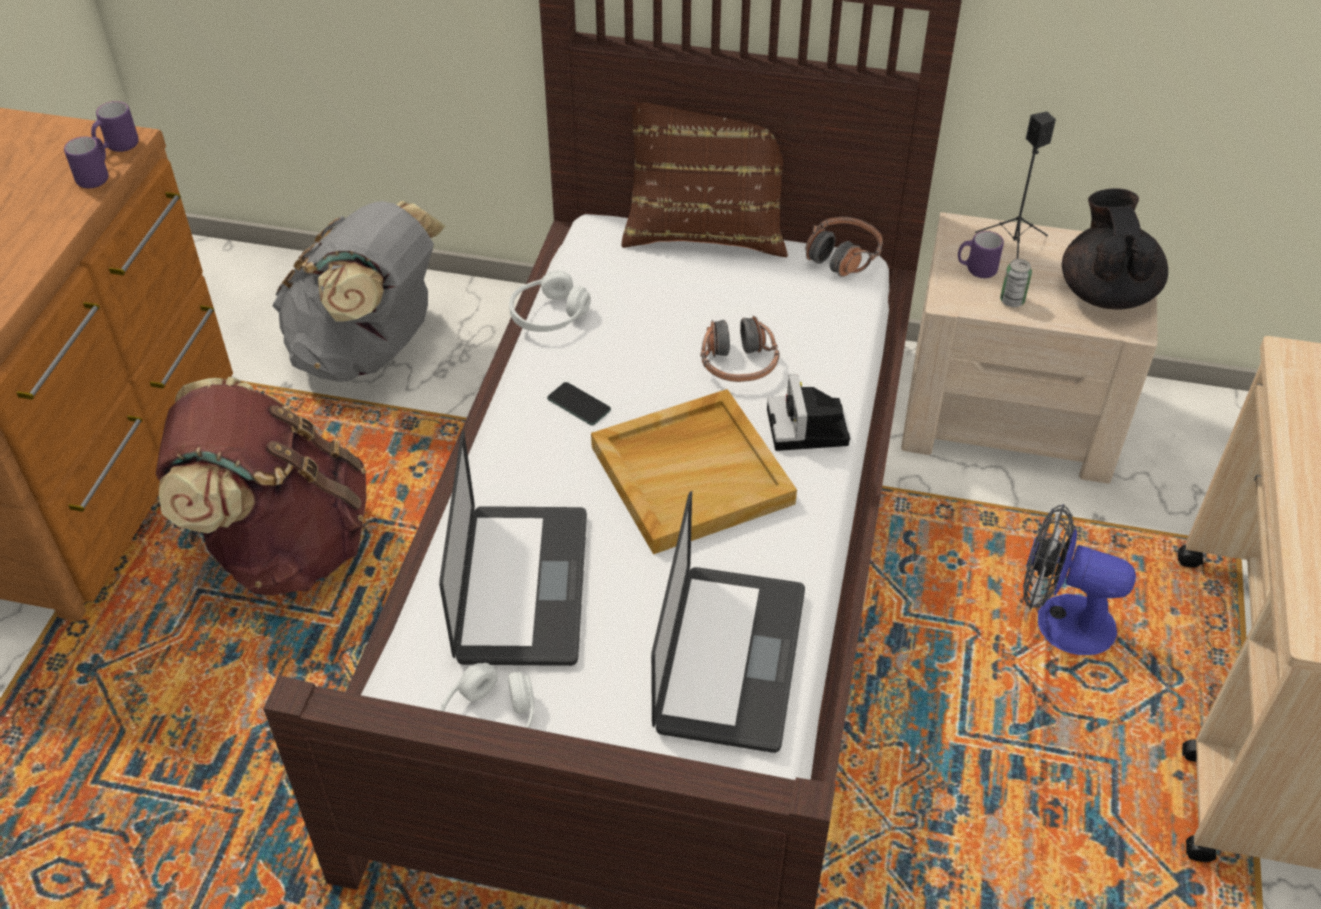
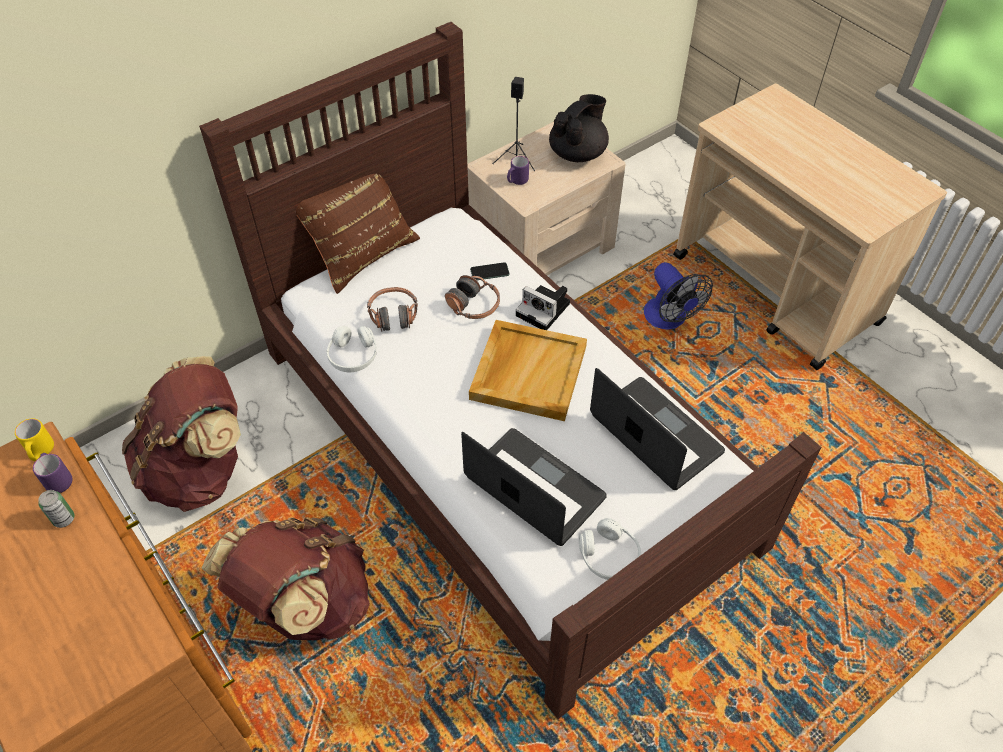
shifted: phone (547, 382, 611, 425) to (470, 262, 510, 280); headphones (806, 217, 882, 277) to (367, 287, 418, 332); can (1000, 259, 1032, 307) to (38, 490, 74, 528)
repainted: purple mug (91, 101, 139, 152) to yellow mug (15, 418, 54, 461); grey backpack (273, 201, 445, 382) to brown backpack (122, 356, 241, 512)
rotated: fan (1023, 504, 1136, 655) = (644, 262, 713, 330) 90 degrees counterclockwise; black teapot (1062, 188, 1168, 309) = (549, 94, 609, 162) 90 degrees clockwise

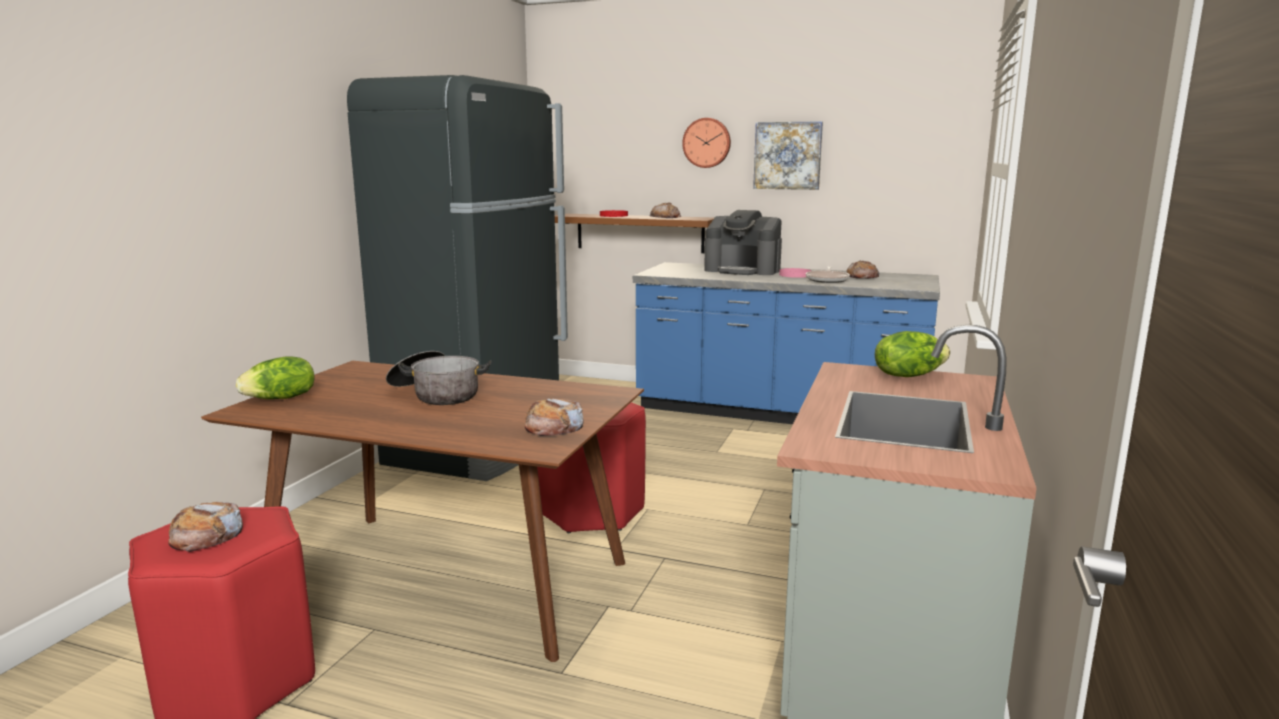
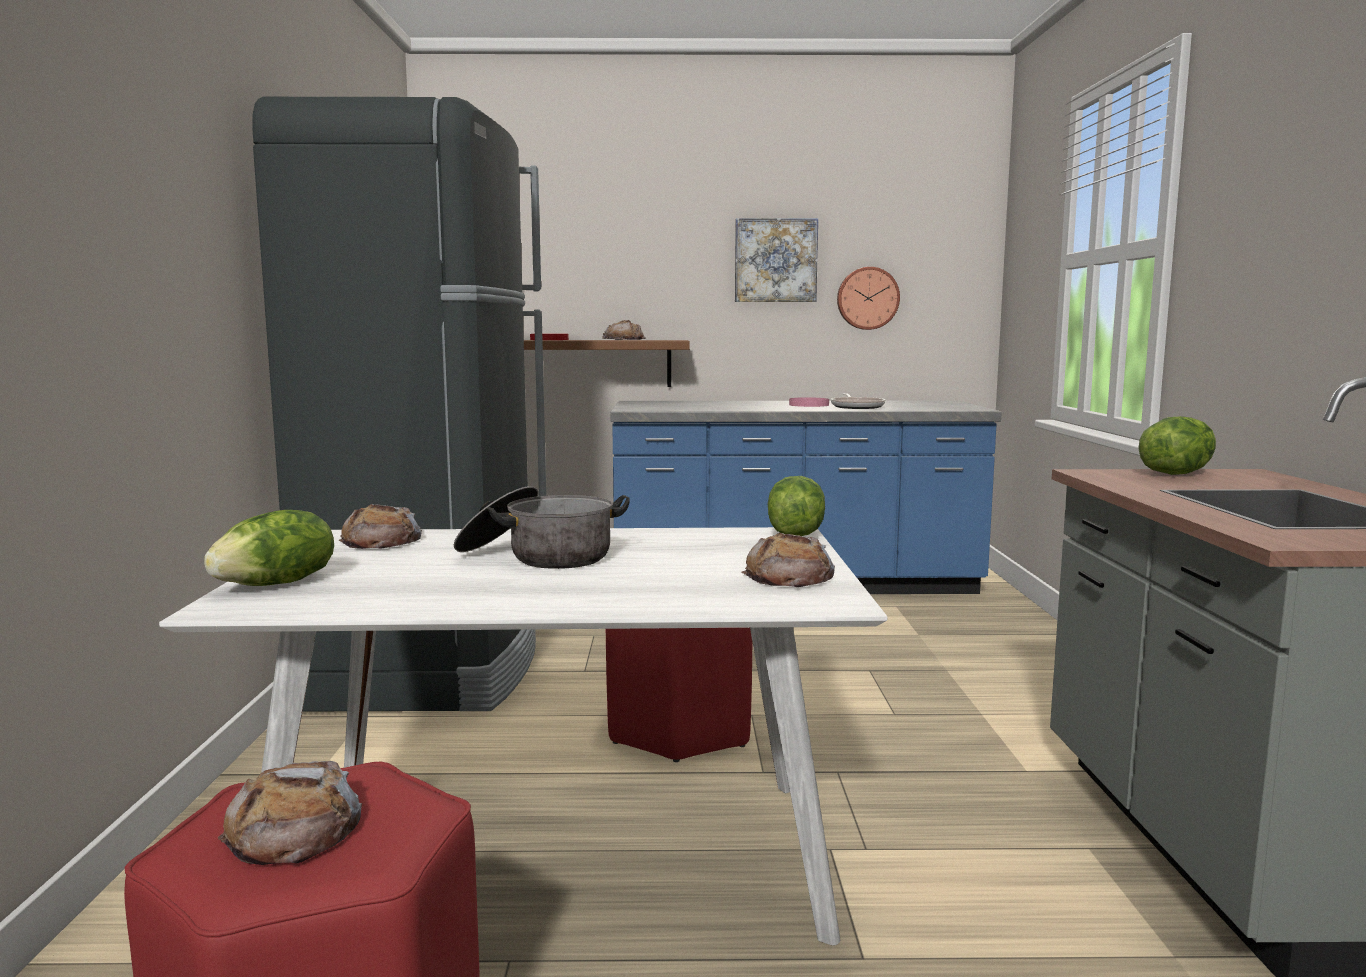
gone: coffee machine (704, 210, 782, 275)
new: lettuce (768, 476, 825, 536)
shifted: wall clock (682, 118, 731, 168) to (837, 267, 900, 330); bread (847, 261, 879, 279) to (338, 504, 422, 549)
repainted: brown dining table (201, 361, 644, 662) to white dining table (159, 527, 887, 946)

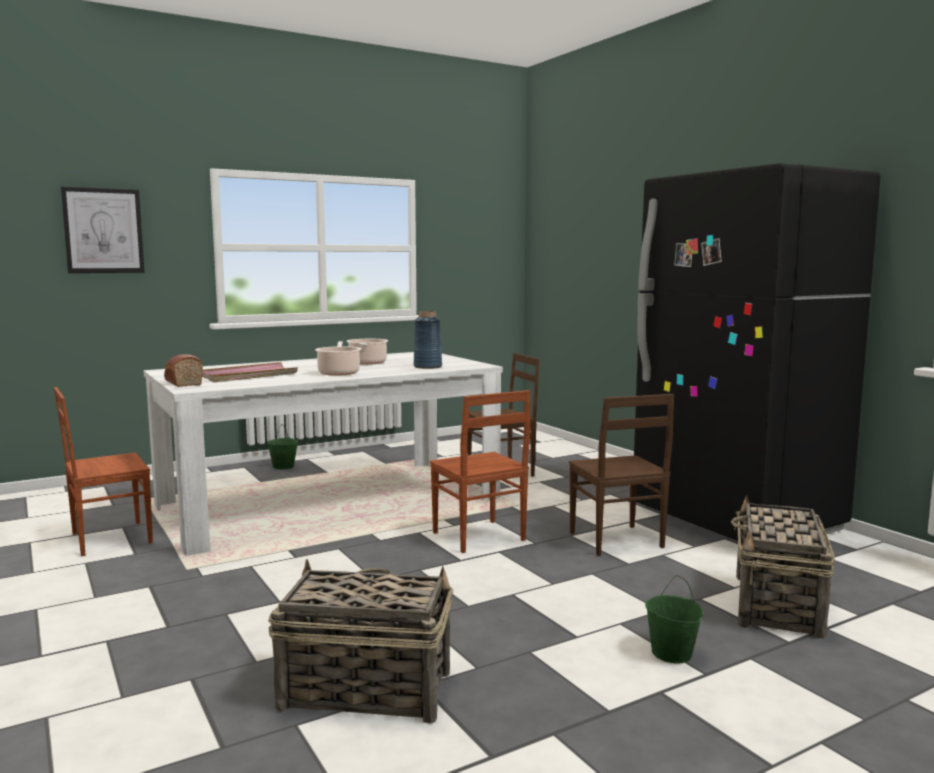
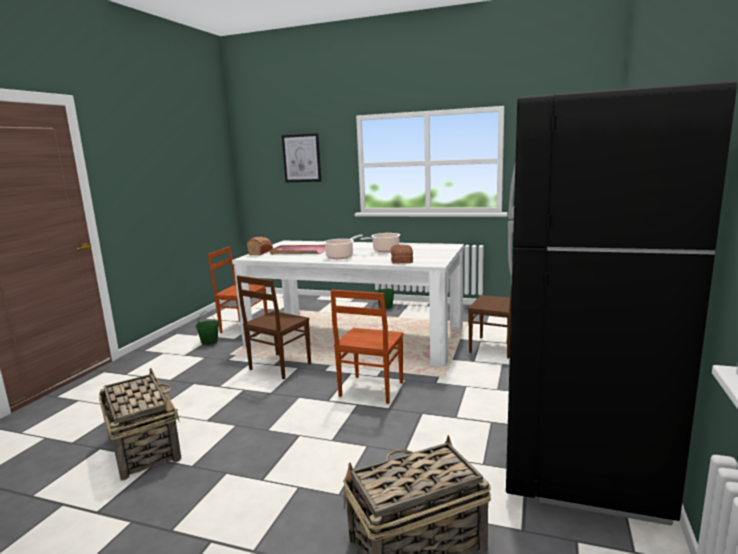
shifted: brown chair (569, 394, 674, 556) to (237, 275, 311, 379); green bucket (645, 575, 703, 663) to (196, 311, 219, 345)
swapped: blue vase (414, 311, 442, 369) to bread (391, 244, 413, 264)

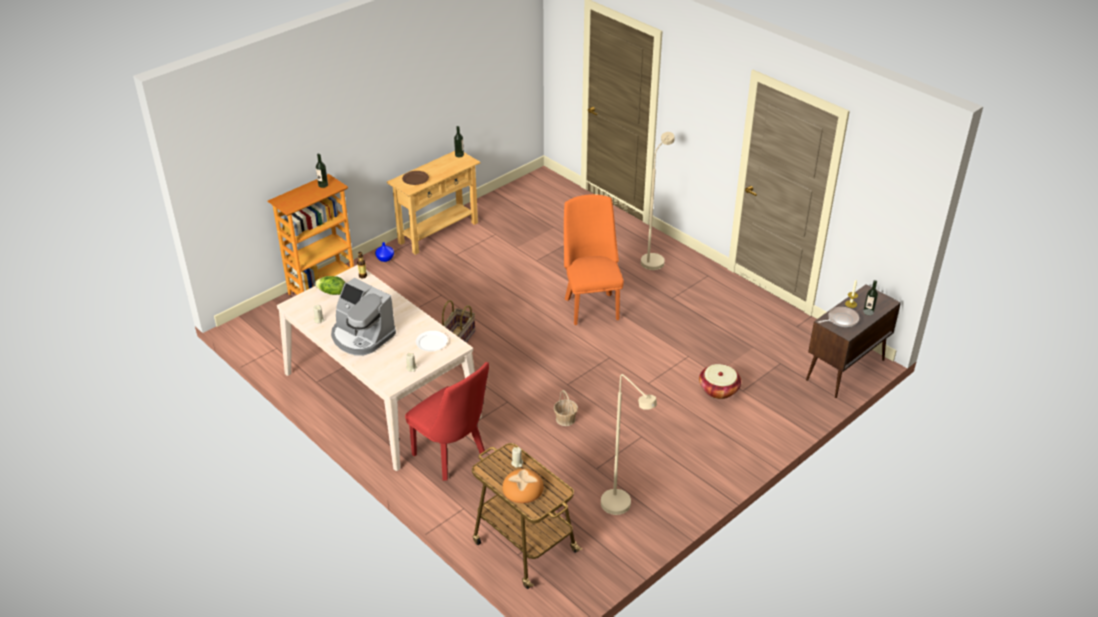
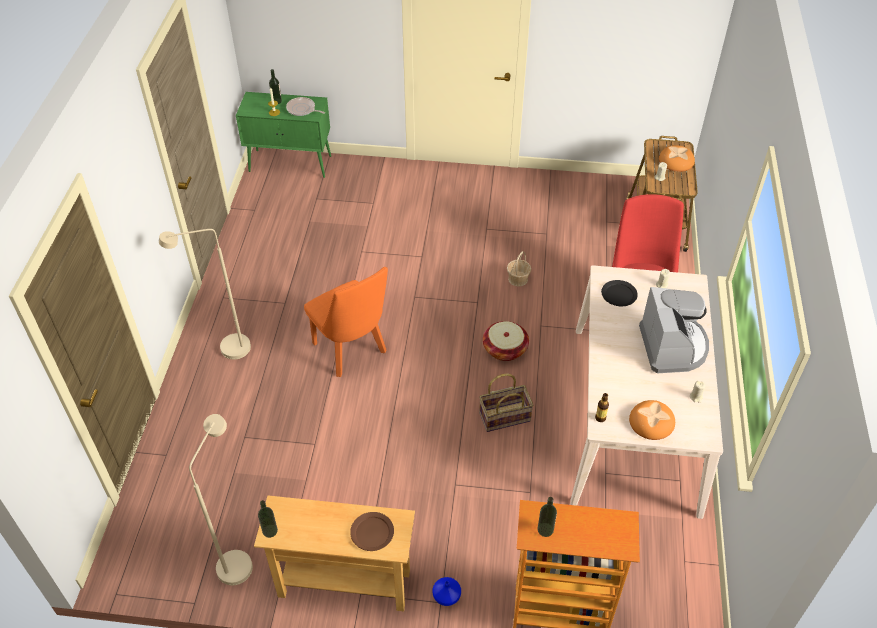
shifted: beige floor lamp (601, 374, 657, 515) to (189, 414, 253, 585); basket (699, 364, 741, 399) to (483, 321, 529, 361)
swapped: lettuce (315, 276, 345, 295) to bread (629, 400, 675, 440)
repainted: white plate (416, 331, 448, 351) to black plate (601, 280, 638, 306); brown cabinet (806, 285, 901, 398) to green cabinet (236, 92, 331, 178)
rotated: orange chair (564, 194, 624, 325) = (304, 267, 388, 377) 75 degrees counterclockwise

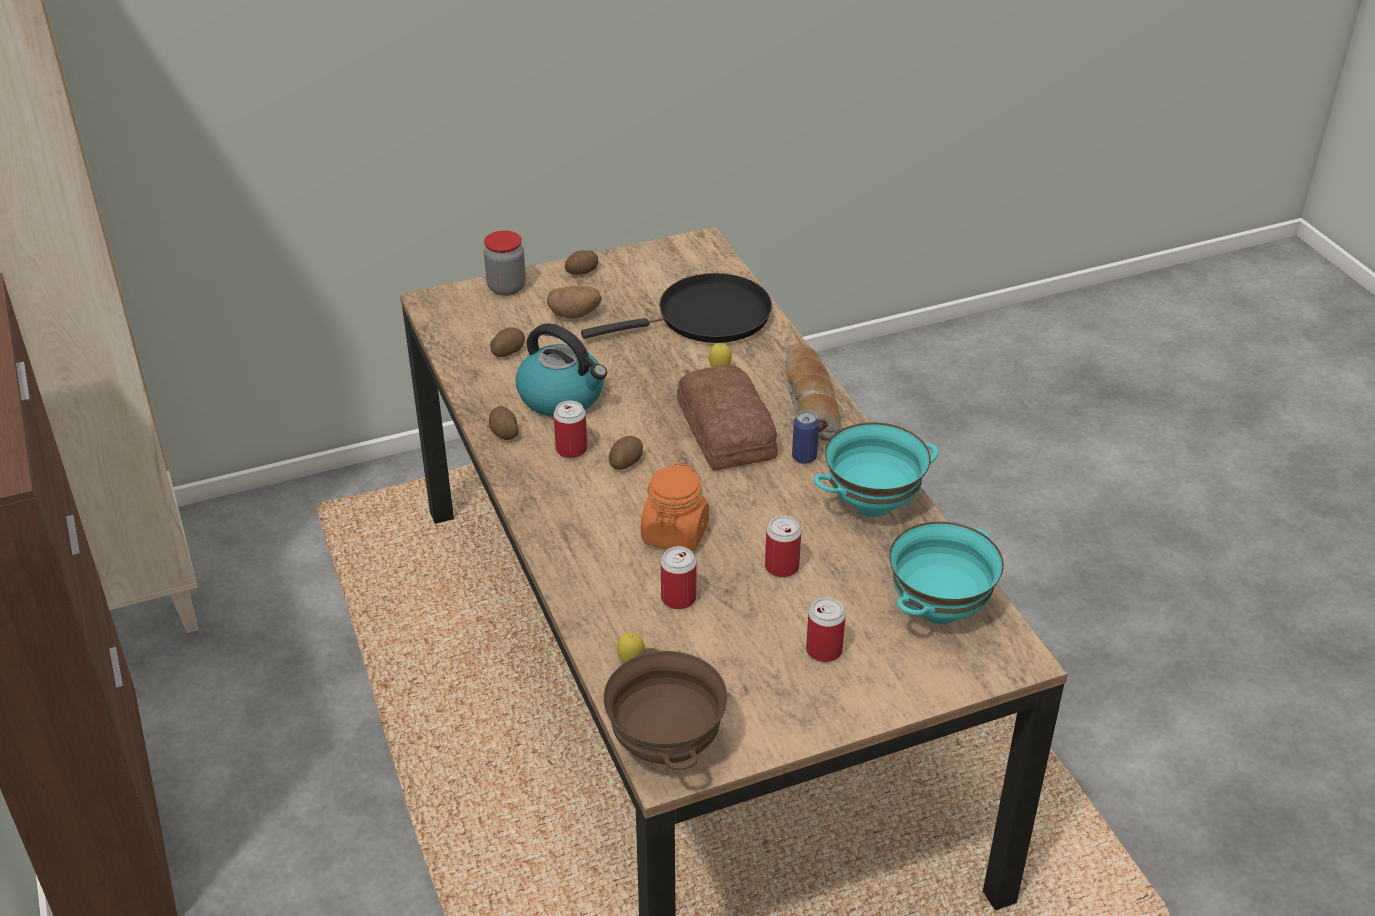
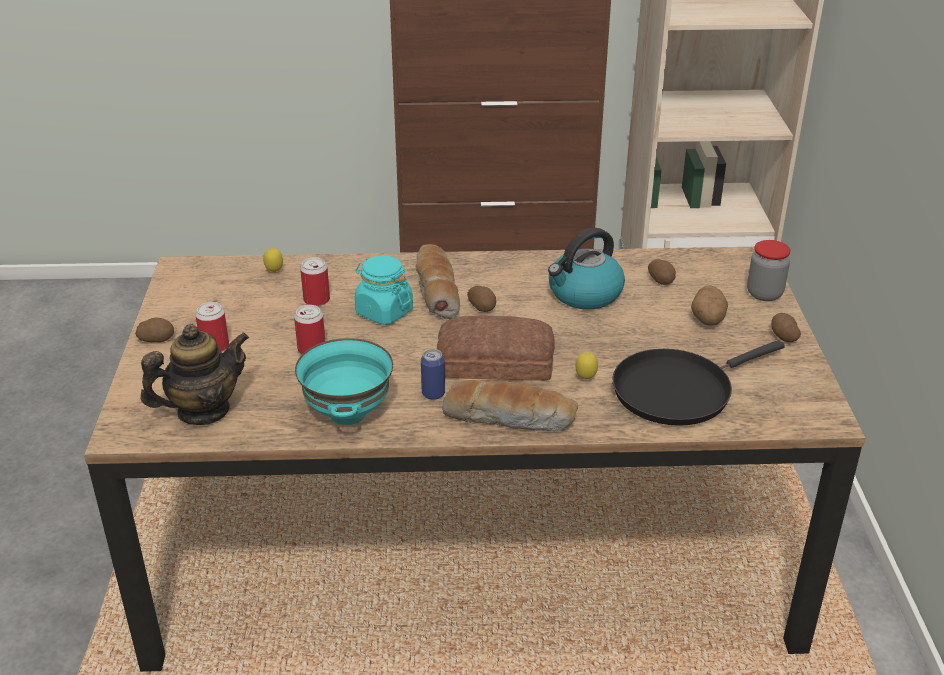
gone: can (553, 401, 587, 458); brown bowl (603, 648, 728, 770)
new: bread (415, 244, 460, 319)
shifted: potato (489, 406, 519, 440) to (136, 318, 174, 342)
swapped: turquoise bowl (889, 521, 1004, 624) to teapot (141, 324, 249, 425)
repainted: orange jar (641, 463, 709, 551) to turquoise jar (355, 255, 413, 325)
rotated: black frying pan (581, 273, 772, 343) = (613, 340, 785, 426) 60 degrees clockwise

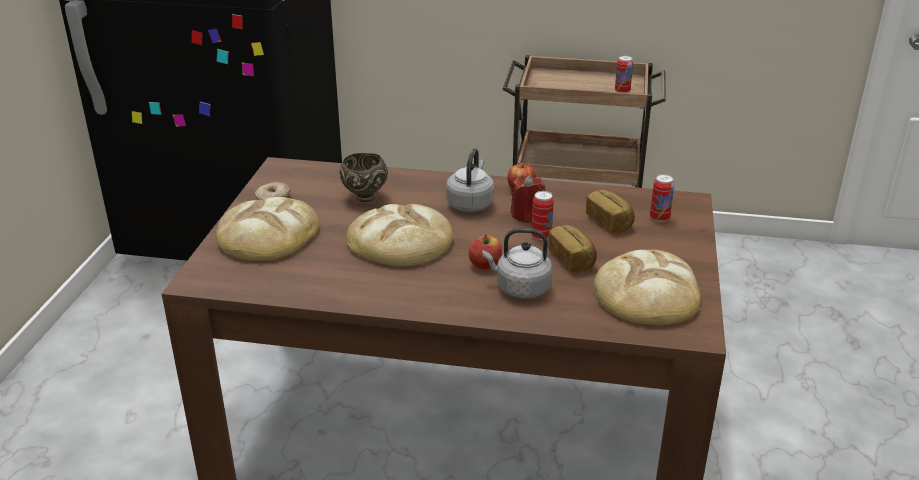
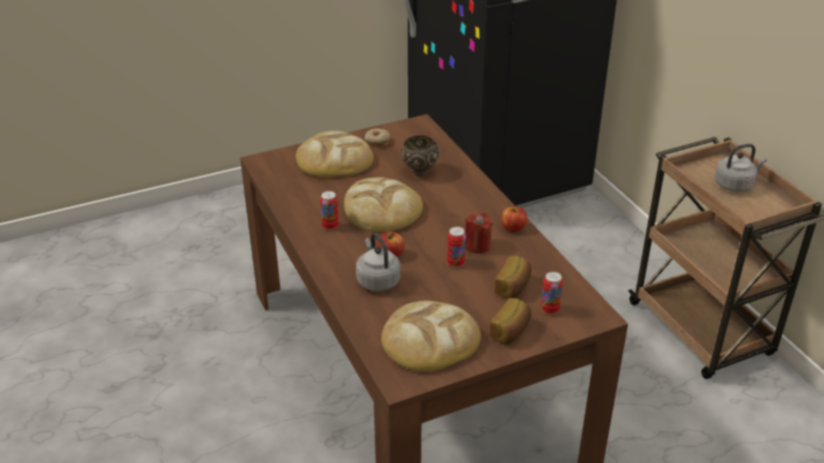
shifted: grey kettle (446, 148, 494, 212) to (715, 144, 767, 192); bread (548, 225, 597, 272) to (489, 298, 531, 344); can (615, 56, 633, 93) to (320, 191, 339, 230)

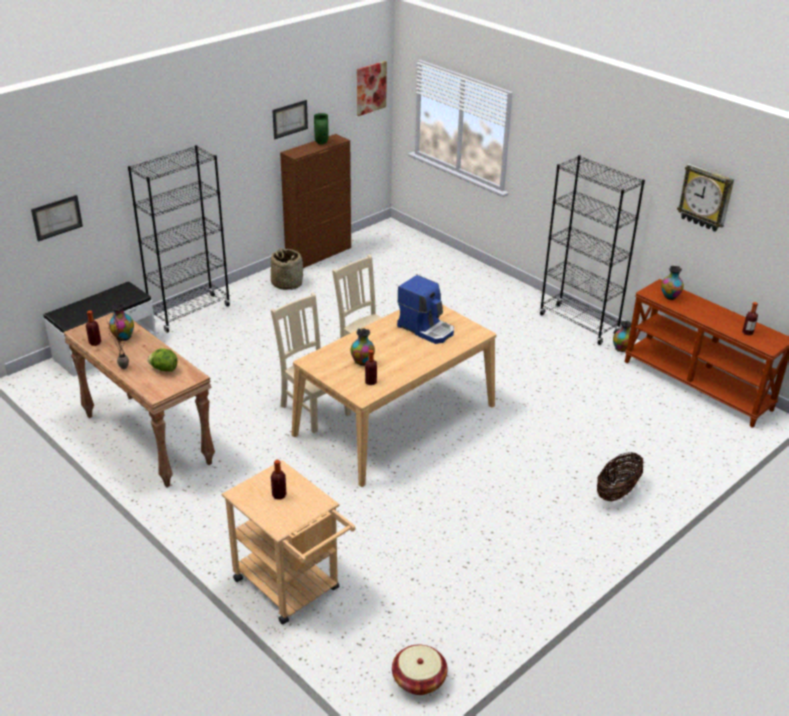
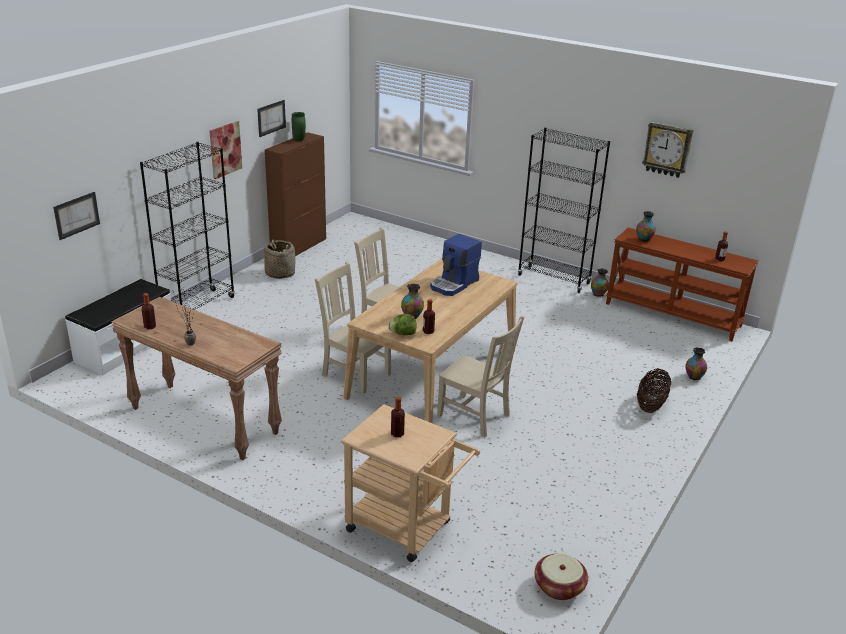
new: beige chair (437, 316, 525, 438)
shifted: vase (109, 303, 134, 341) to (685, 347, 707, 380); lettuce (147, 348, 177, 372) to (388, 314, 417, 335); picture (357, 61, 387, 116) to (209, 121, 242, 179)
rotated: coffee machine (397, 275, 454, 344) = (430, 234, 482, 296) 105 degrees clockwise

